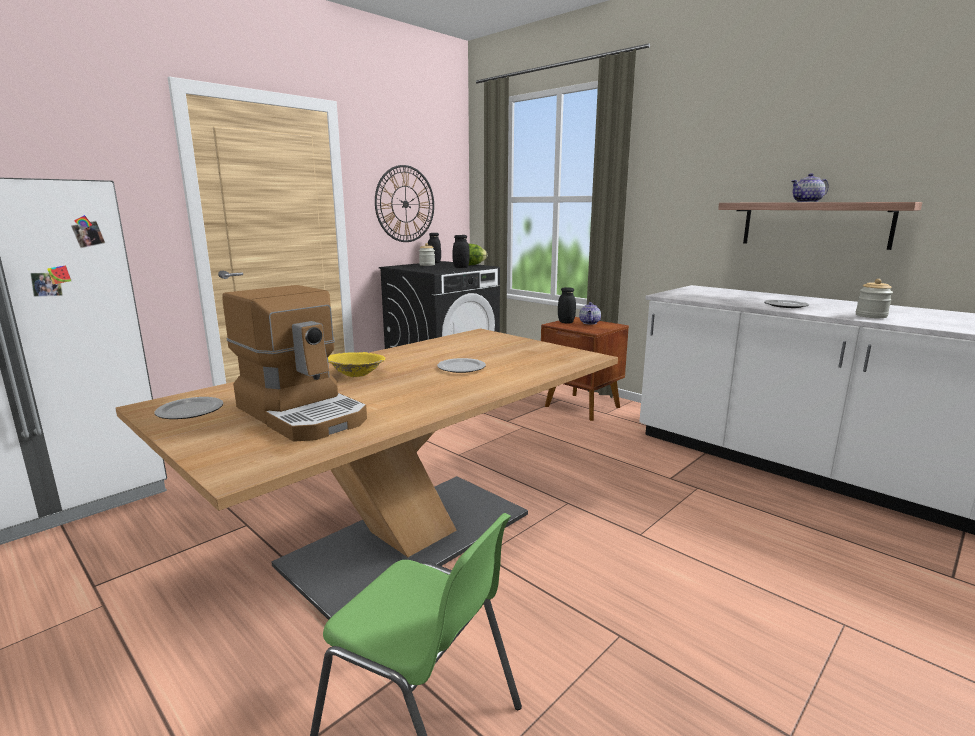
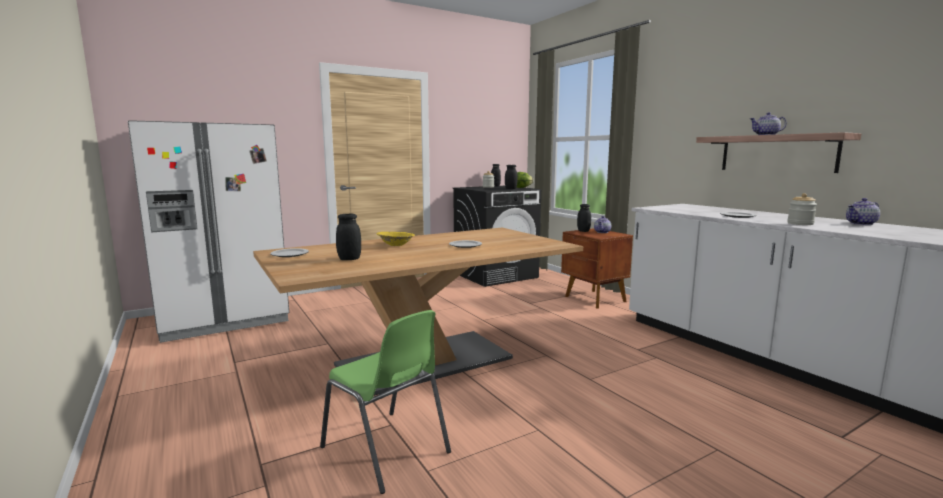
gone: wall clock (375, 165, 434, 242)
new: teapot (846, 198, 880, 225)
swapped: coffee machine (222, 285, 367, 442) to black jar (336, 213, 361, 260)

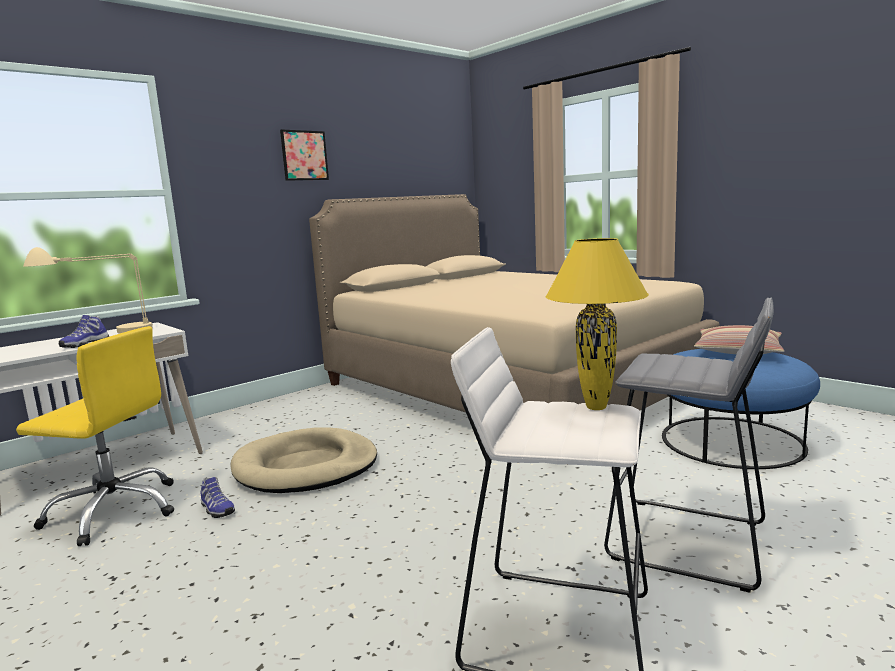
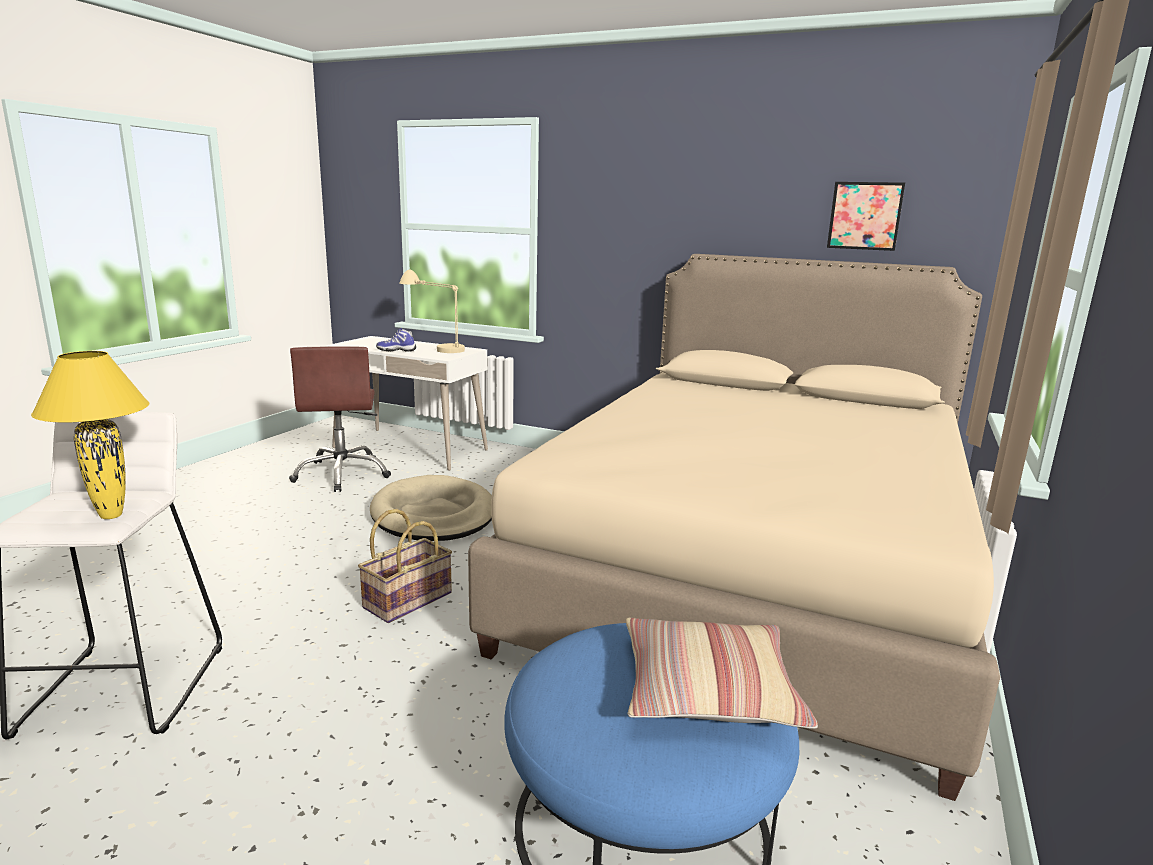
gone: shoe (200, 477, 235, 518); grey stool (604, 298, 774, 593)
new: basket (358, 509, 452, 623)
shifted: picture (280, 129, 329, 181) to (827, 182, 905, 251)
repainted: yellow office chair (16, 326, 174, 546) to brown office chair (289, 346, 391, 492)

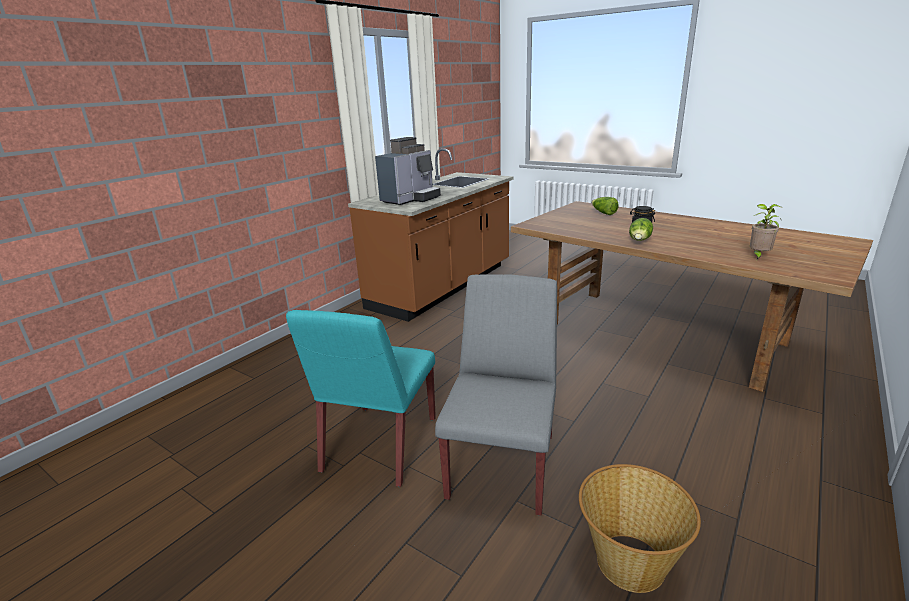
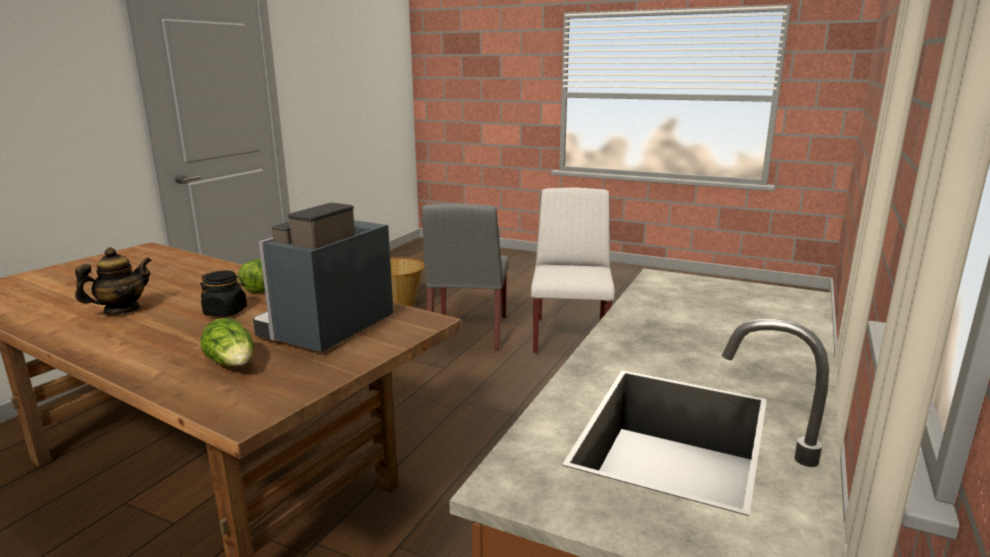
gone: potted plant (750, 204, 783, 259)
new: teapot (75, 247, 152, 315)
shifted: coffee machine (375, 137, 441, 205) to (253, 203, 394, 352)
repainted: turquoise chair (286, 310, 436, 487) to white chair (531, 187, 615, 354)

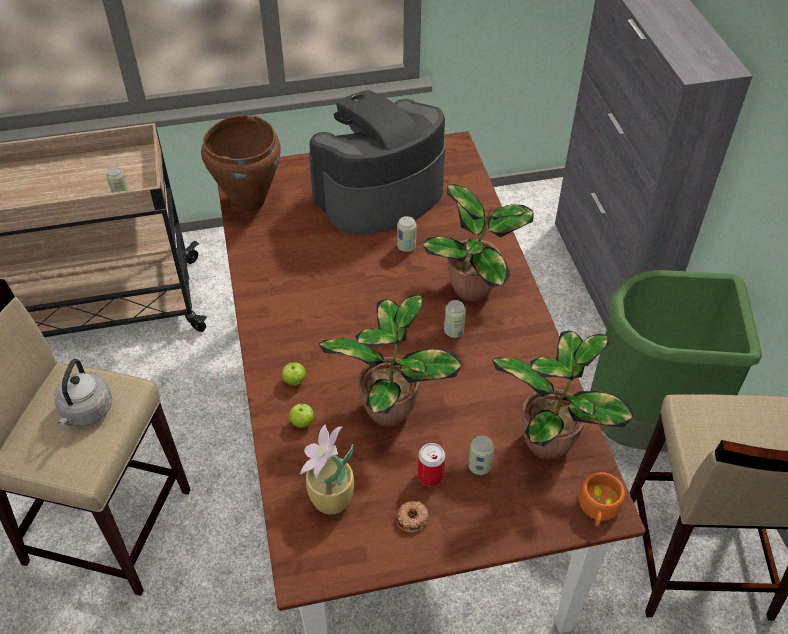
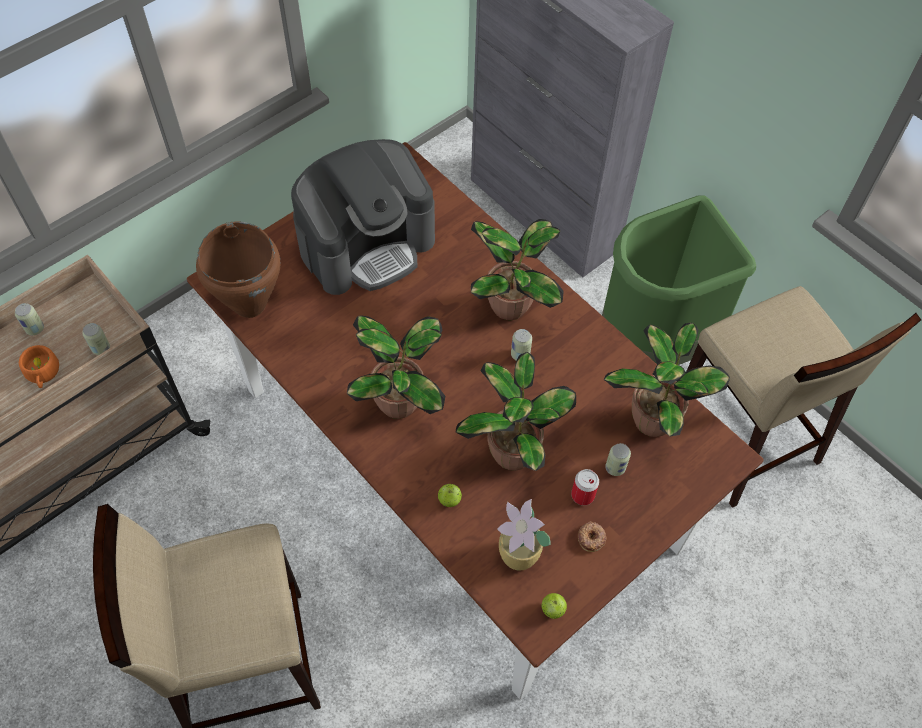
gone: grey kettle (54, 359, 112, 426)
new: potted plant (347, 315, 445, 419)
shifted: apple (282, 362, 306, 385) to (542, 593, 567, 619); can (397, 216, 417, 252) to (15, 303, 44, 335); orange cup (578, 472, 625, 527) to (19, 345, 59, 388)
rotated: coffee machine (309, 90, 446, 235) = (291, 139, 435, 295) 150 degrees counterclockwise

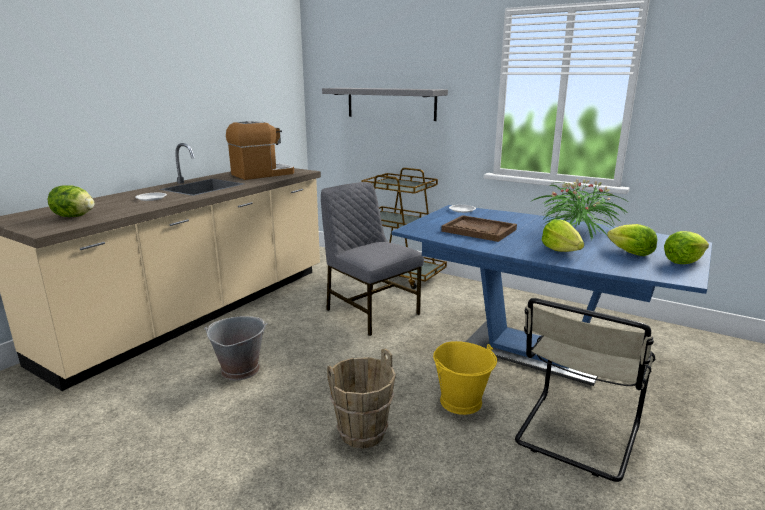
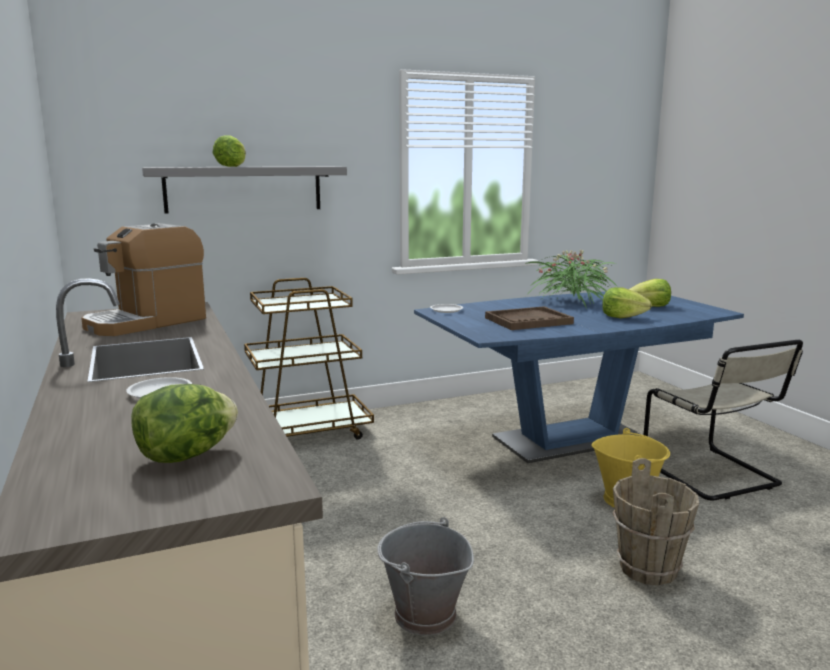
gone: grey chair (321, 182, 424, 336)
shifted: lettuce (664, 231, 709, 264) to (213, 135, 246, 167)
rotated: coffee machine (226, 121, 294, 180) = (81, 223, 206, 336) 135 degrees counterclockwise

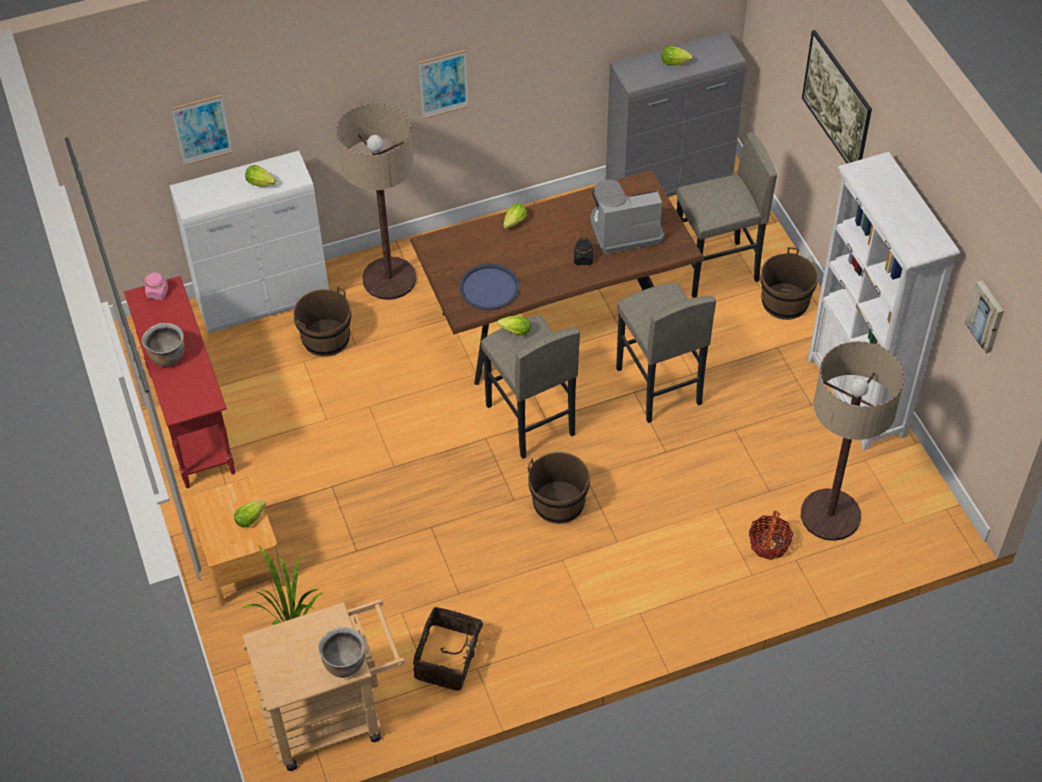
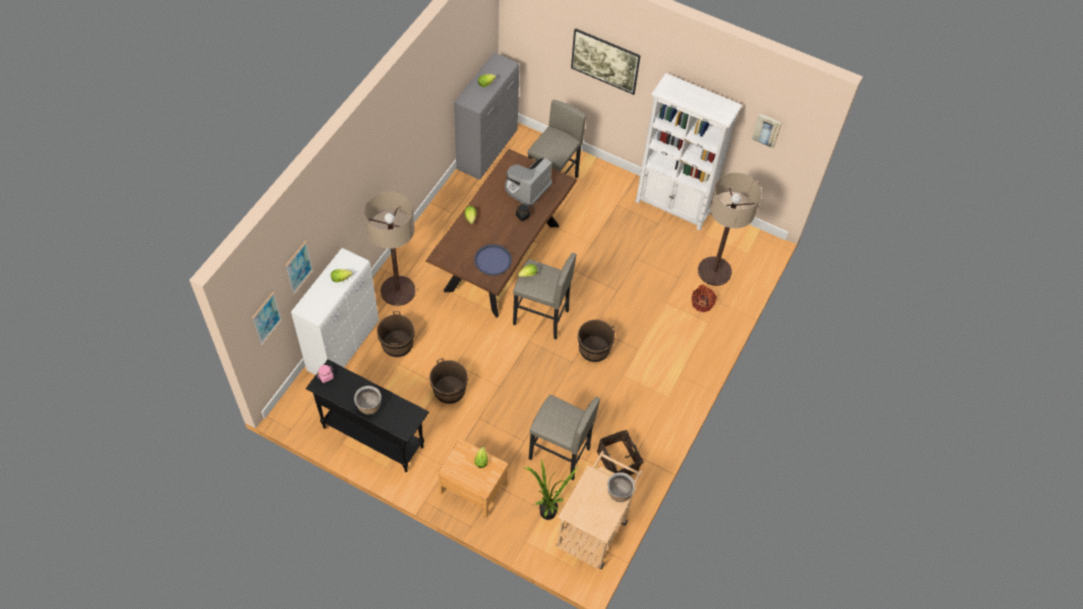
shifted: picture (418, 50, 469, 119) to (252, 292, 282, 346); grey stool (616, 283, 716, 423) to (529, 395, 600, 480); brown bucket (760, 247, 818, 320) to (430, 358, 468, 404)
repainted: red console table (124, 276, 235, 488) to black console table (306, 359, 429, 472)

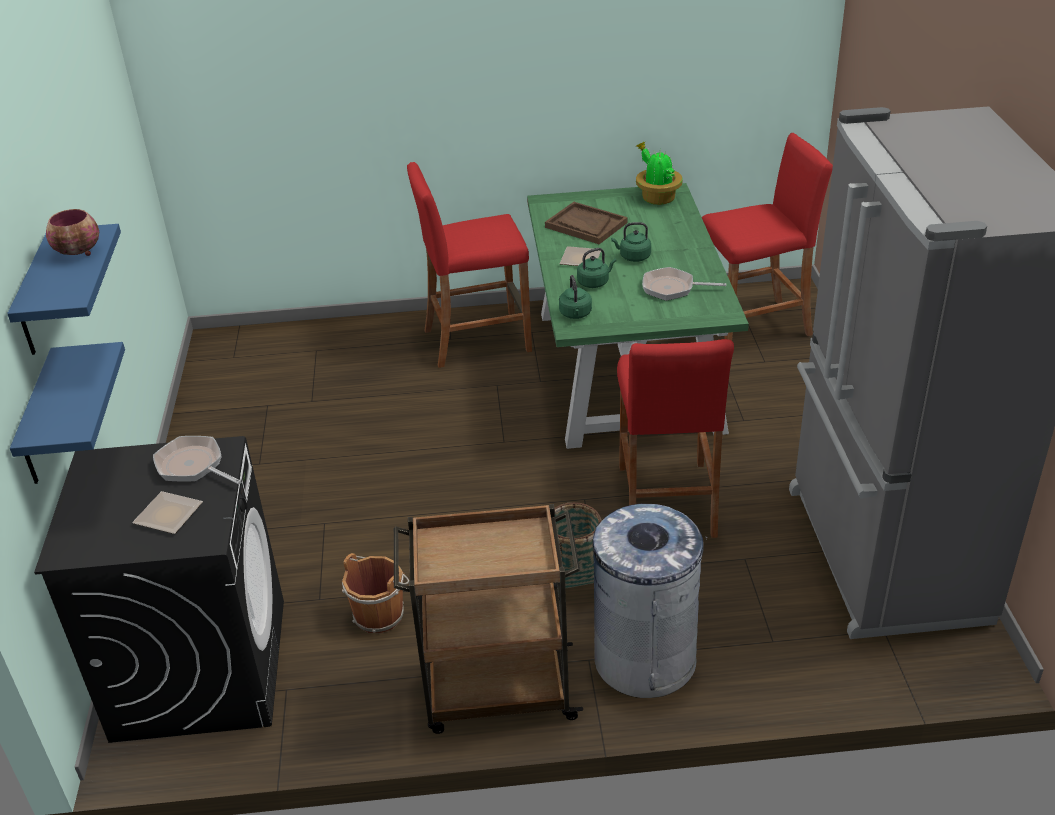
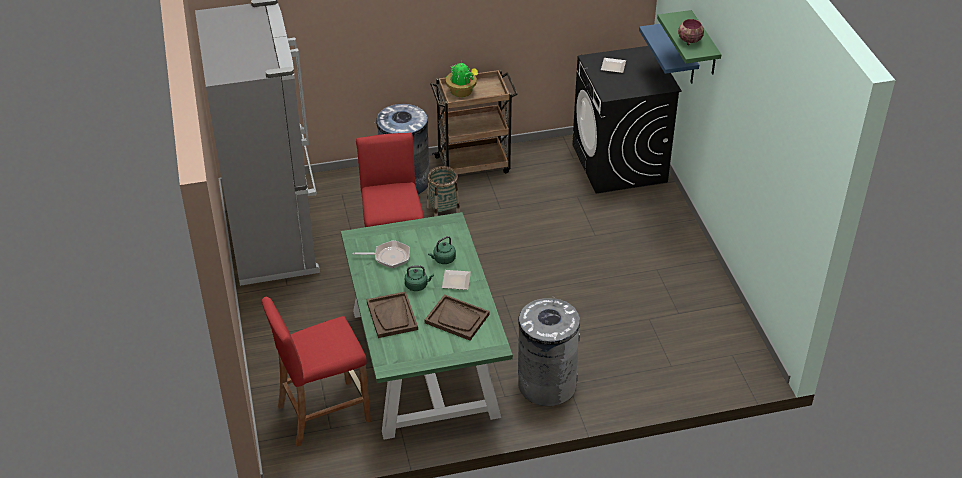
gone: frying pan (153, 436, 241, 484); brown bucket (342, 553, 409, 633); green kettle (559, 275, 592, 319)
new: brown tray (367, 291, 418, 338)
shifted: potted plant (636, 142, 683, 205) to (446, 63, 478, 97)
swapped: red stool (407, 162, 532, 368) to grey trash can (518, 298, 580, 406)
repainted: blue shelf (7, 224, 121, 355) to green shelf (657, 10, 722, 74)

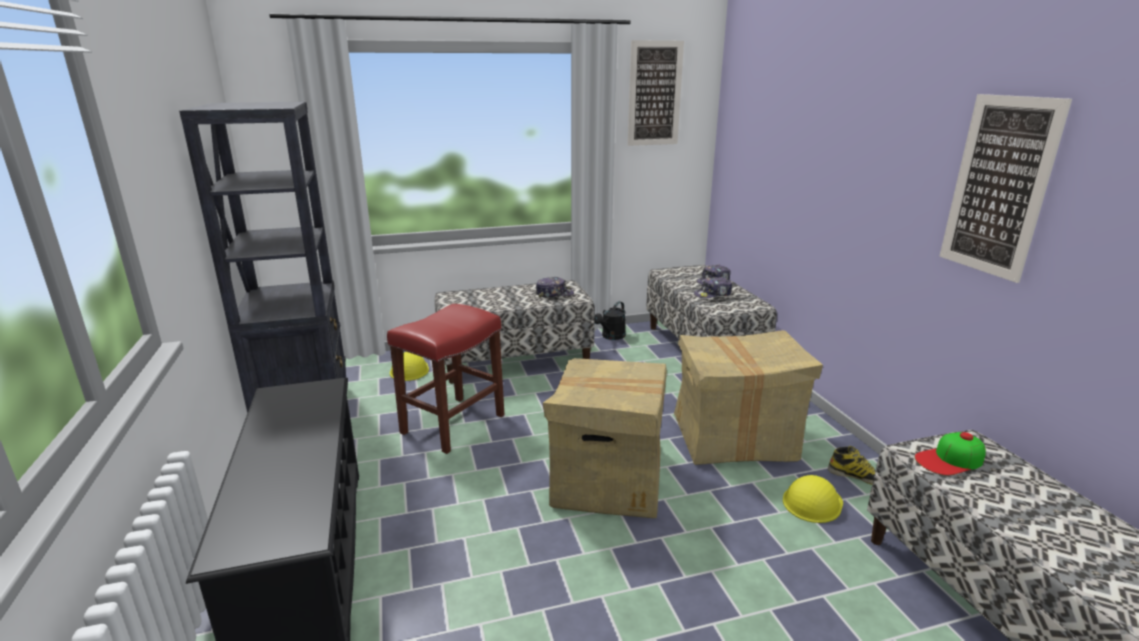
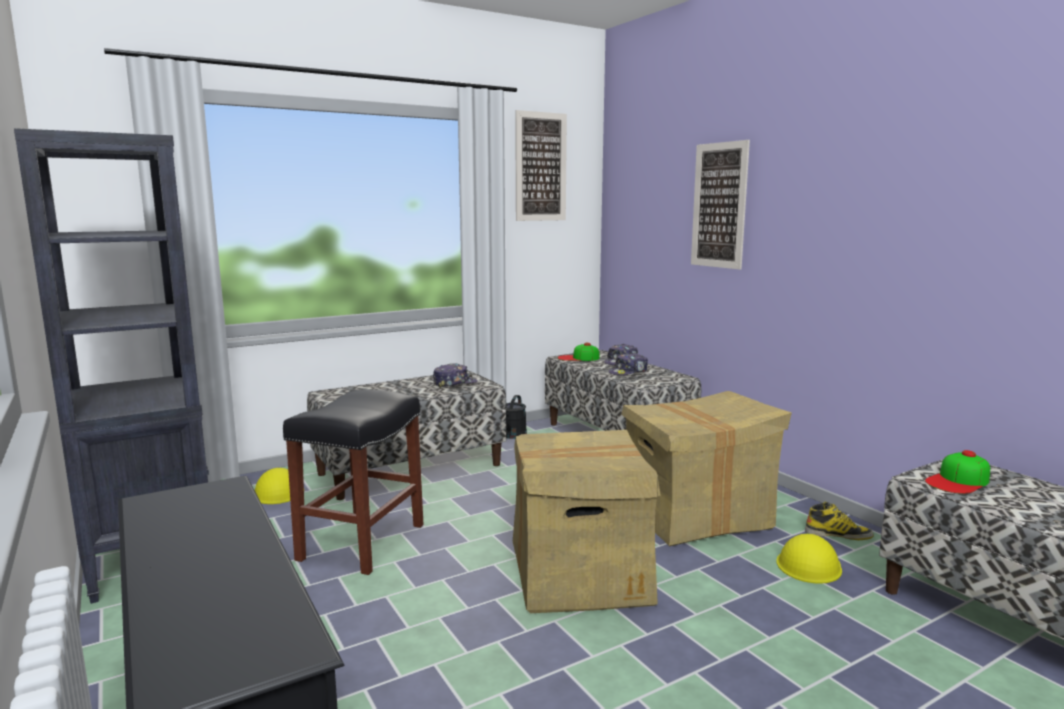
new: cap (557, 343, 599, 361)
shifted: picture (939, 94, 1072, 283) to (691, 140, 750, 270)
repainted: red stool (387, 304, 505, 454) to black stool (283, 389, 424, 575)

